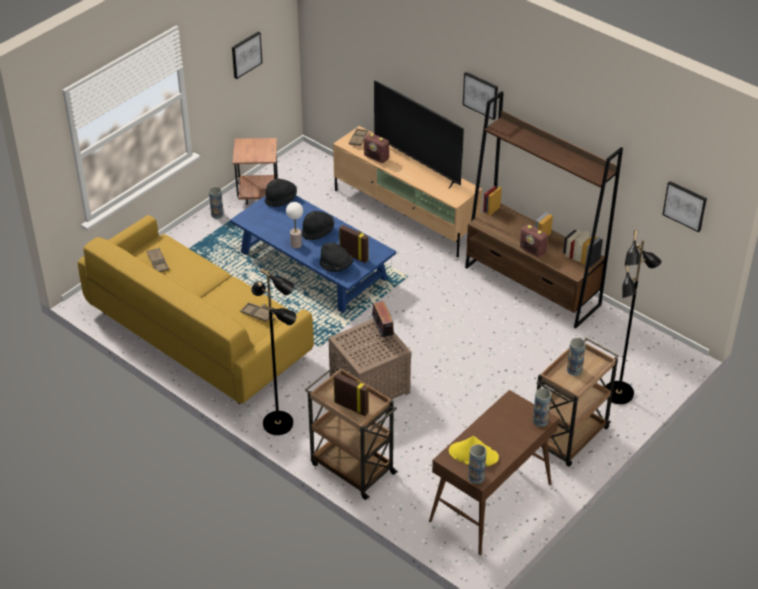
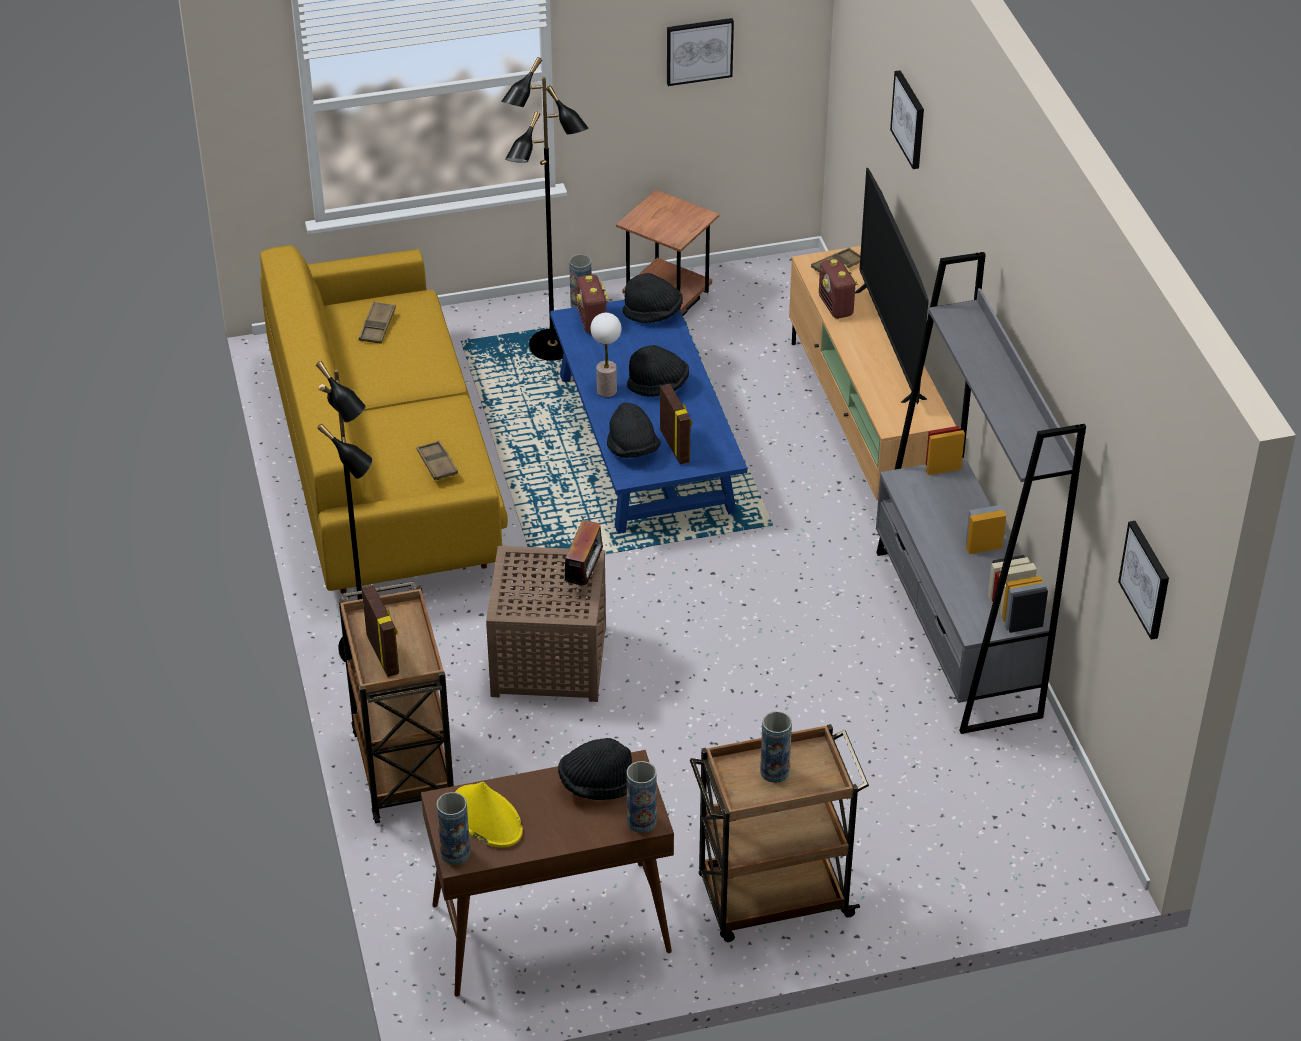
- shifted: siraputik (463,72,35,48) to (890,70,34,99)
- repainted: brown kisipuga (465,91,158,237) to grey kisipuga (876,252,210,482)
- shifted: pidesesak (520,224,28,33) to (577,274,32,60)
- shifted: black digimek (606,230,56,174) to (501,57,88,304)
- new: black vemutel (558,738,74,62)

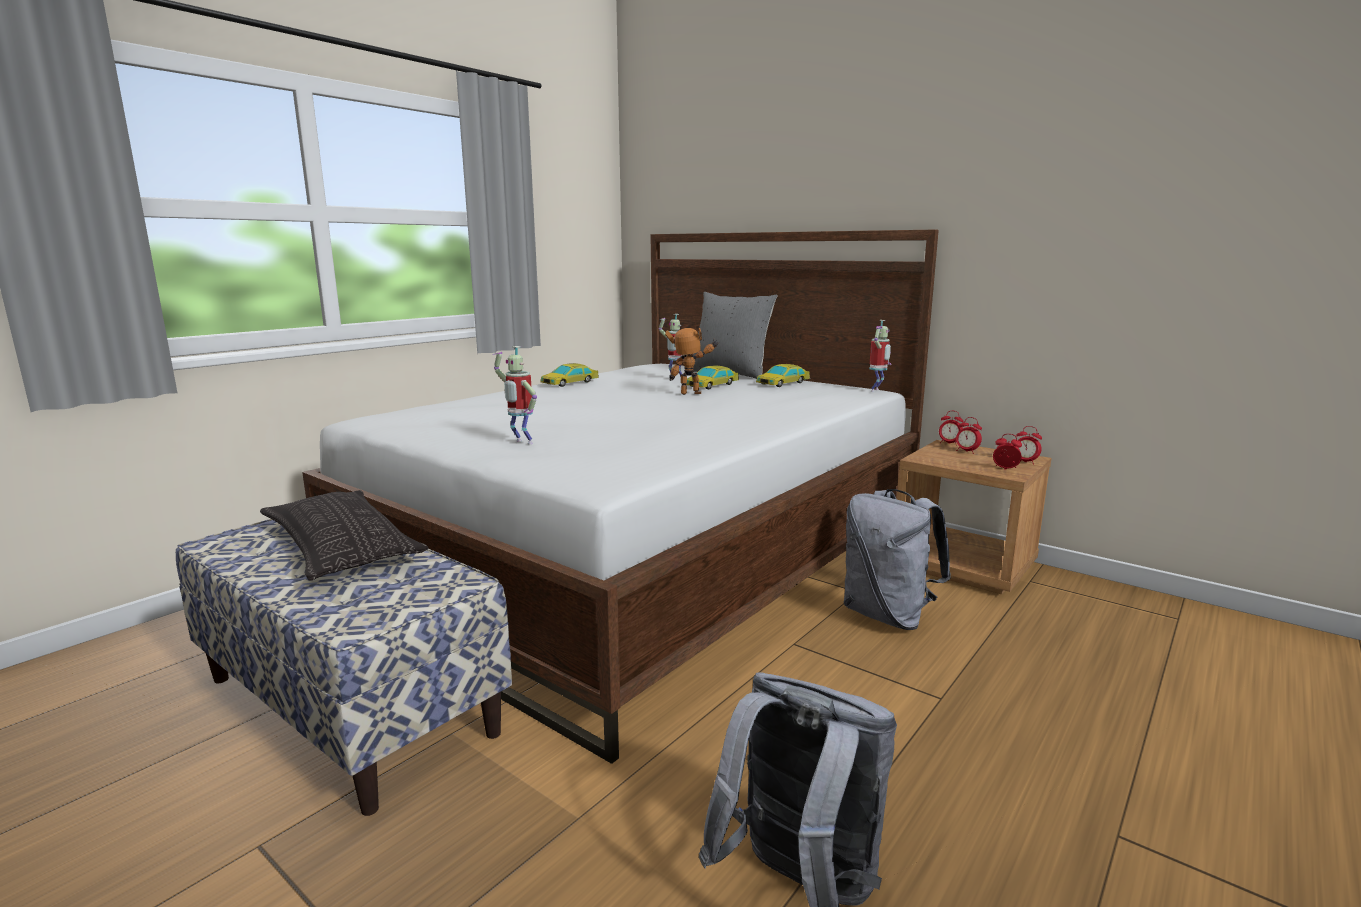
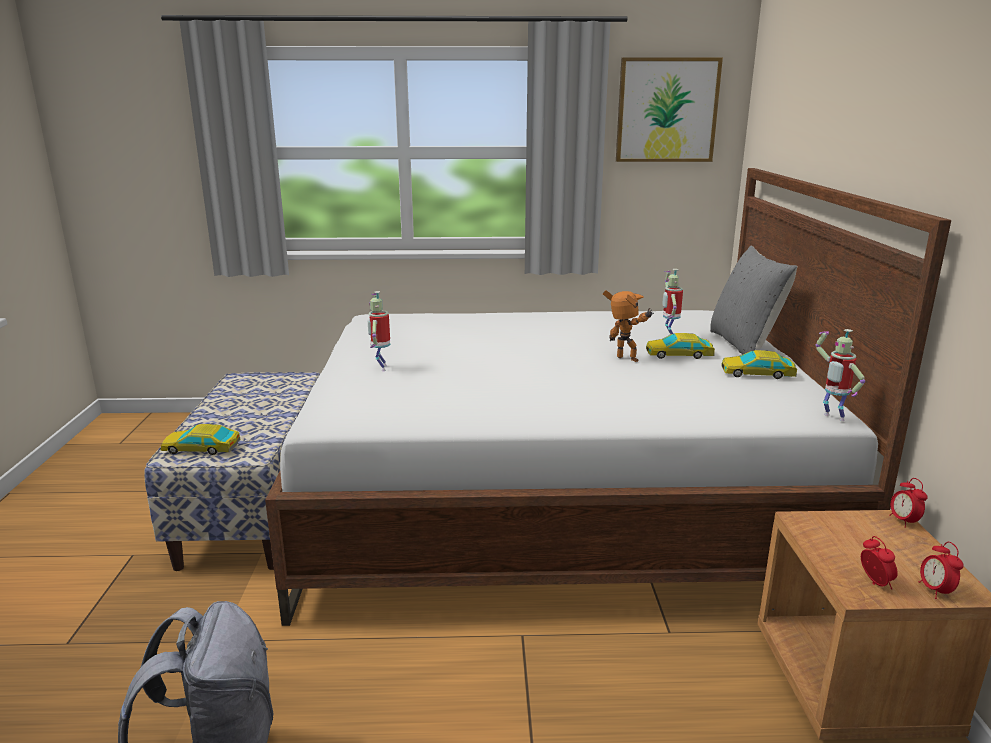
- gone: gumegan (260,490,168,91)
- shifted: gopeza (540,363,59,24) to (161,424,79,31)
- gone: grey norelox (844,489,107,141)
- rotated: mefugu (869,320,23,72) = (815,329,50,92) 60 degrees clockwise
- gone: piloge (956,417,26,37)
- new: siraputik (616,57,107,105)

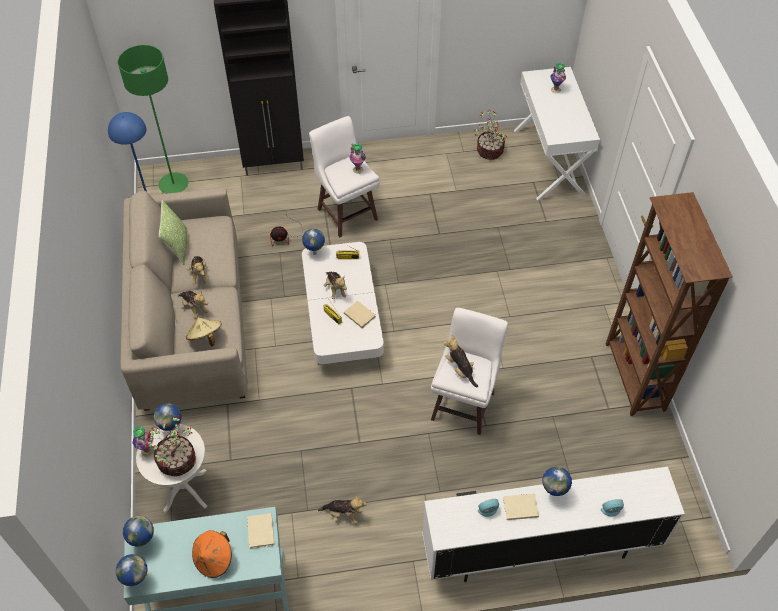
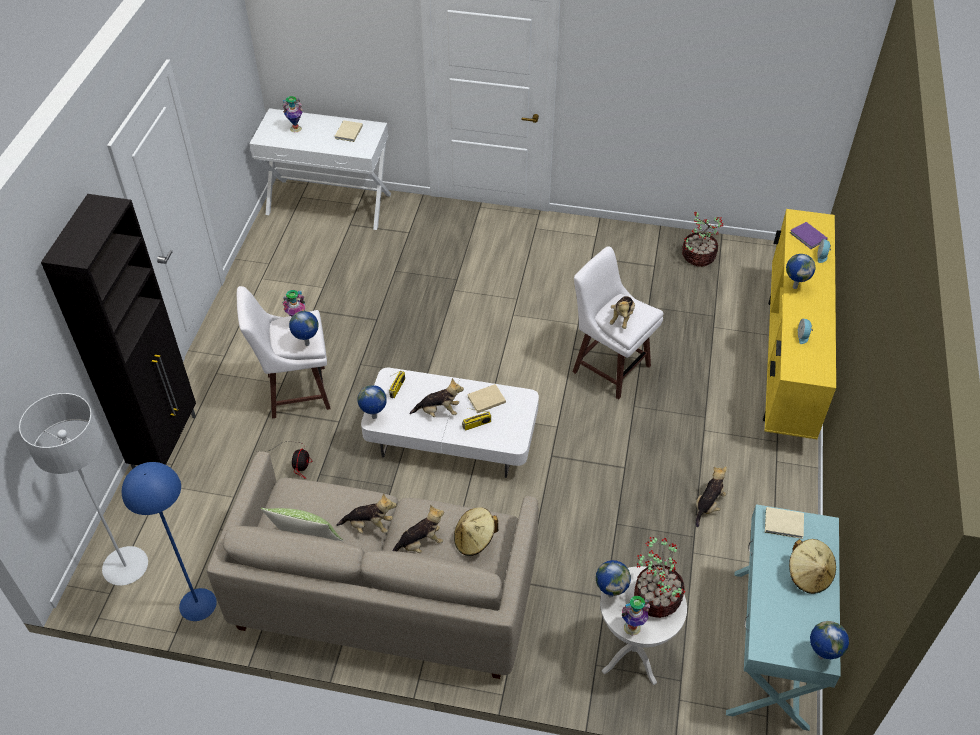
- repainted: green digimek (118,45,70,149) to grey digimek (19,393,129,193)
- shifted: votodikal (123,516,31,31) to (289,311,29,35)
- repainted: orange vemutel (192,530,40,48) to beige vemutel (789,539,47,55)
- repainted: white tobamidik (422,467,263,115) to yellow tobamidik (763,209,73,230)
- rotated: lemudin (444,335,34,52) = (610,296,25,33) 60 degrees counterclockwise
- shifted: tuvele (473,110,34,50) to (682,212,41,55)
- shifted: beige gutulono (503,493,36,27) to (335,120,28,22)
- gone: brown kisipuga (606,192,127,224)
- new: purple gutulono (790,222,38,27)

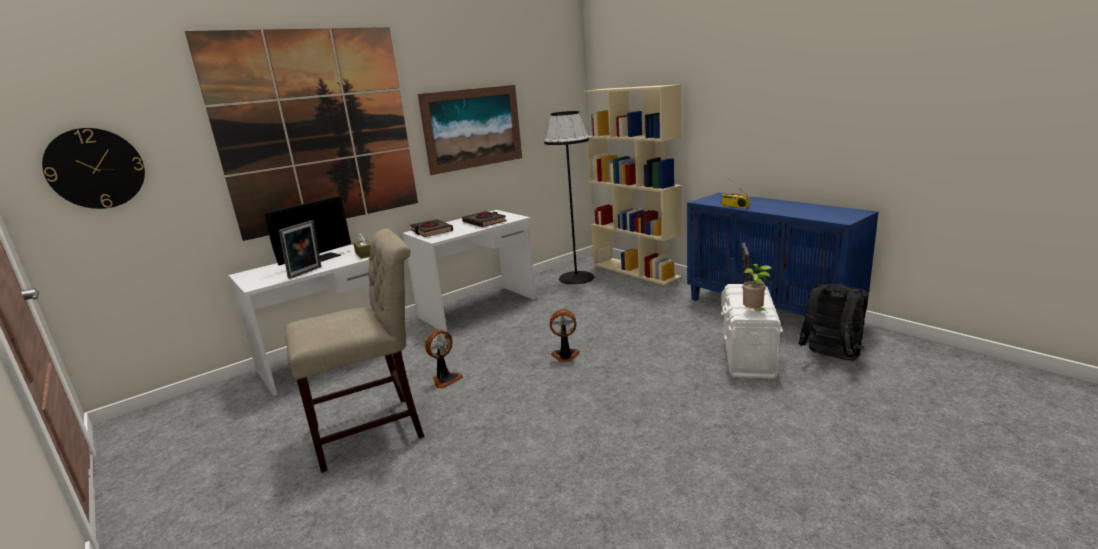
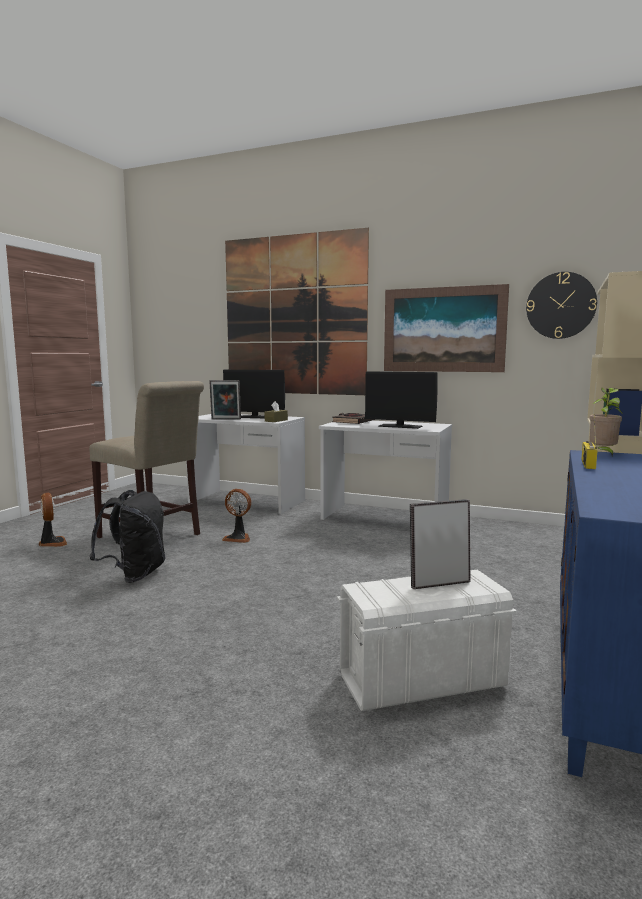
- shifted: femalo (42,128,103,81) to (526,272,71,67)
- swapped: black gutulono (462,211,45,16) to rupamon (365,371,73,58)
- gone: black digimek (544,111,50,174)
- shifted: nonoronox (550,309,29,53) to (39,493,28,54)
- shifted: tuvele (742,264,30,48) to (590,387,33,69)
- shifted: black norelox (799,284,70,77) to (90,490,75,93)

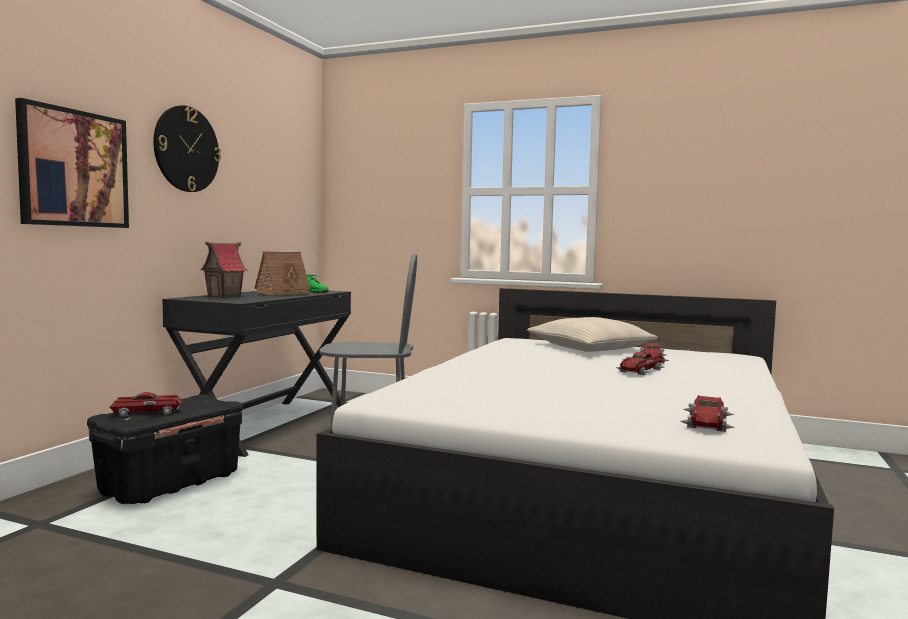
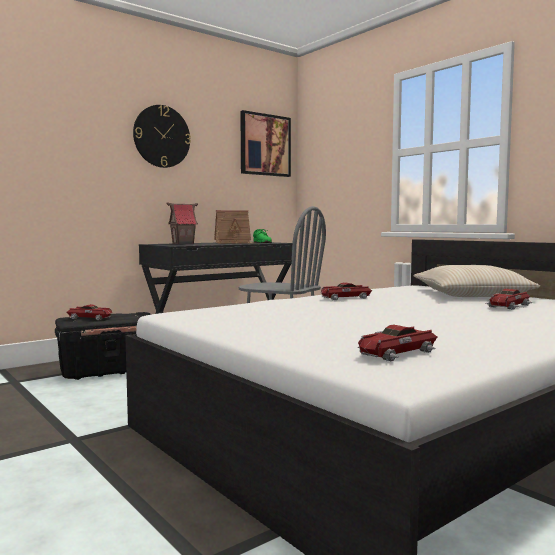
- shifted: siraputik (15,98,114,130) to (240,110,51,67)
- shifted: gopeza (616,352,48,23) to (321,282,51,18)

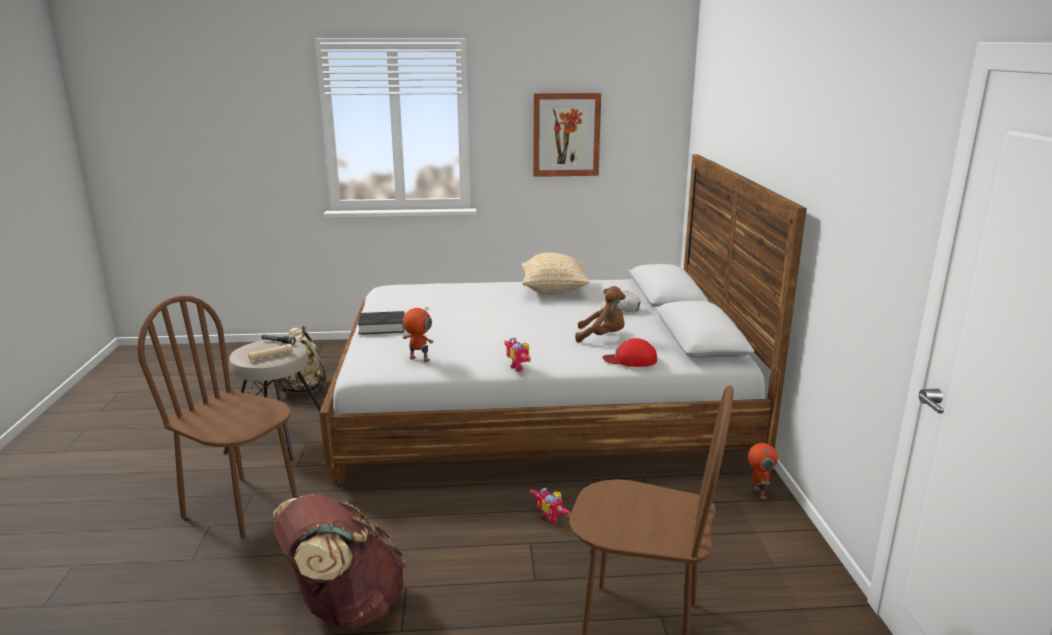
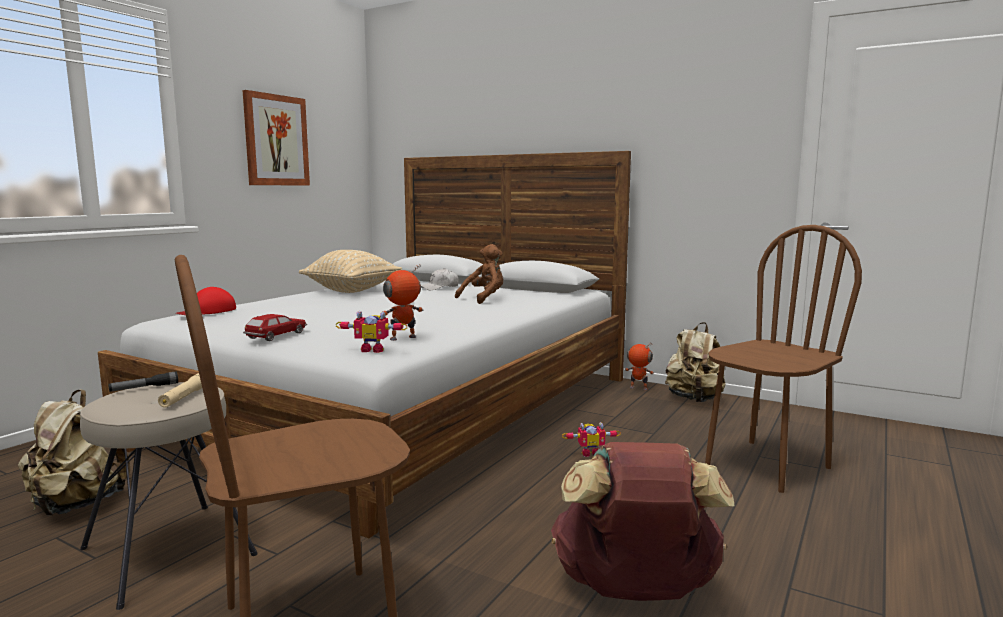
- swapped: black gutulono (358,311,47,24) to gopeza (243,314,64,27)
- shifted: mefugu (504,337,27,35) to (336,311,72,42)
- shifted: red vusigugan (602,338,55,29) to (176,287,60,28)
- new: beige norelox (665,322,61,80)

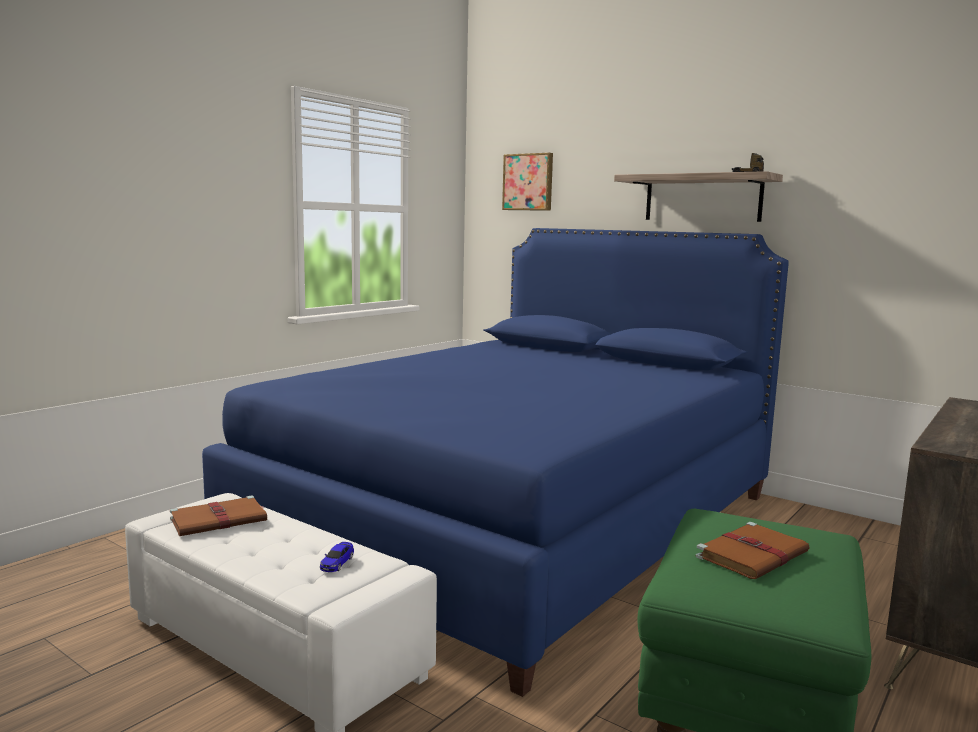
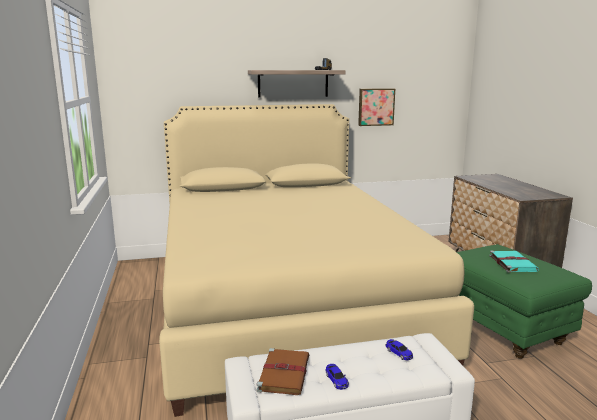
- repainted: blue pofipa (202,228,587,469) to beige pofipa (159,104,315,313)
- shifted: siraputik (502,153,51,58) to (358,88,37,38)
- repainted: brown gutulono (696,522,114,57) to turquoise gutulono (489,251,50,22)
- new: gopeza (326,364,23,26)

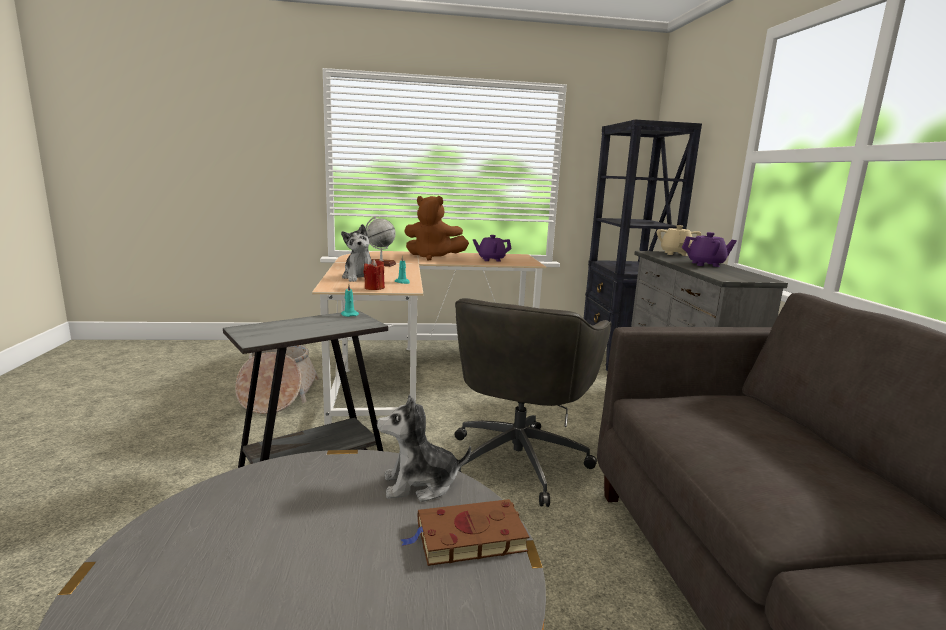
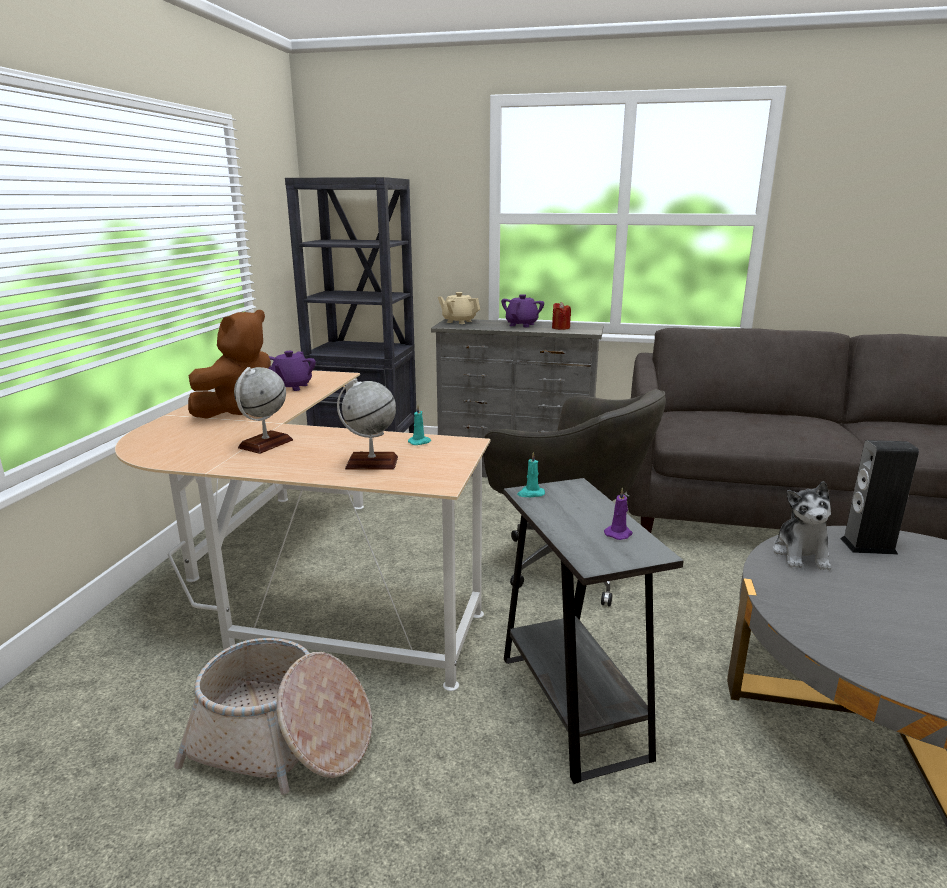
- swapped: lemudin (341,224,31,58) to votodikal (337,379,61,91)
- shifted: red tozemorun (363,259,22,31) to (552,302,19,28)
- swapped: brown gutulono (401,499,128,67) to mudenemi (840,440,79,115)
- new: purple tozemorun (604,487,28,53)

